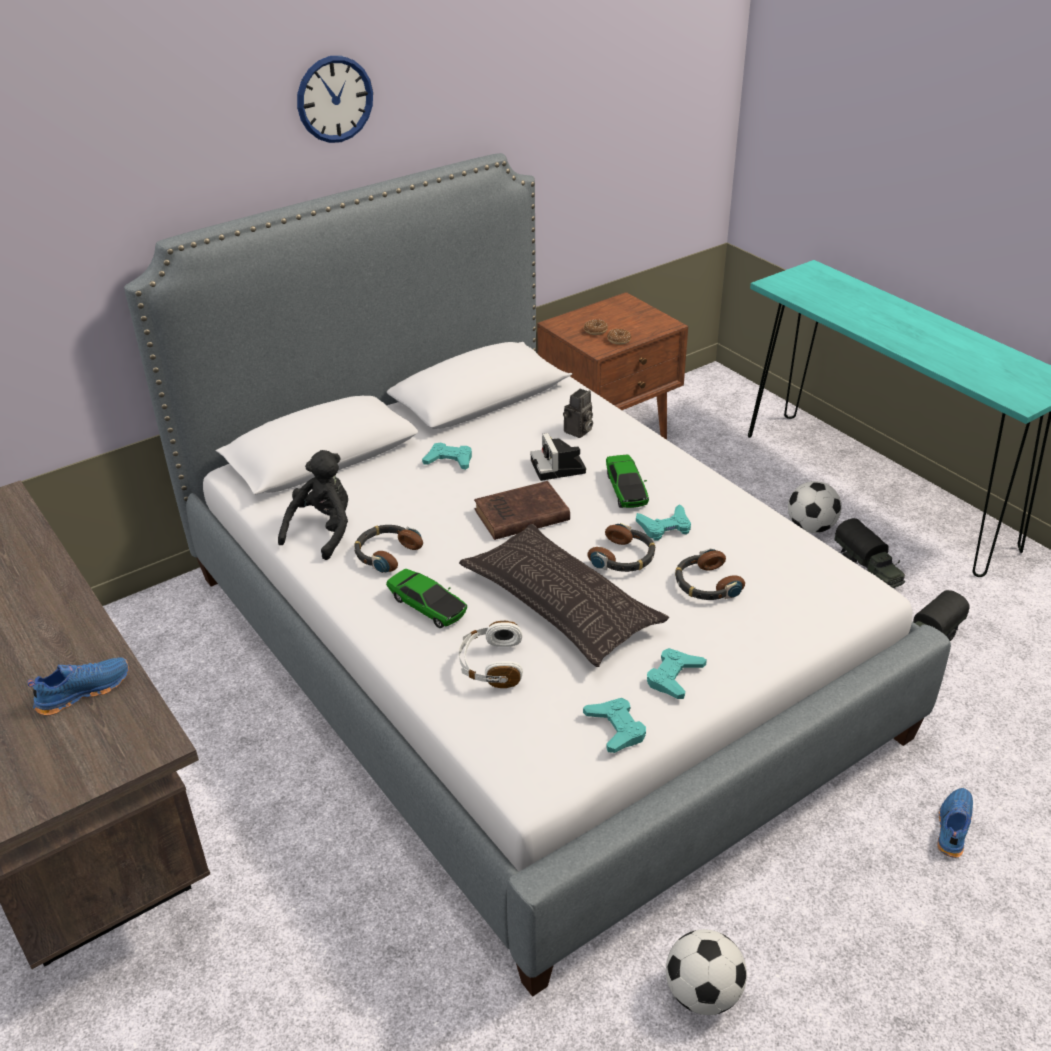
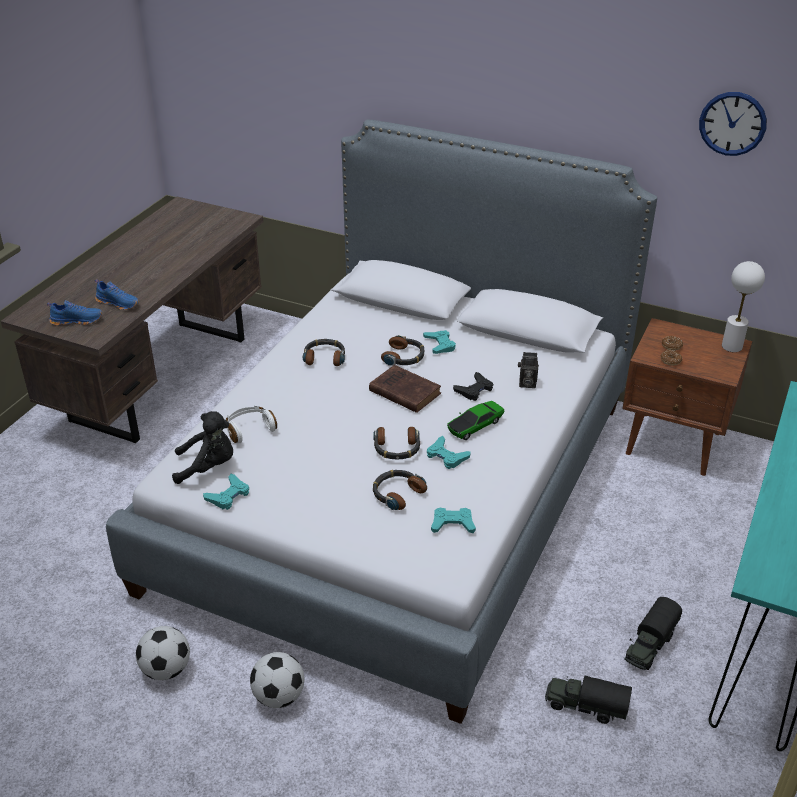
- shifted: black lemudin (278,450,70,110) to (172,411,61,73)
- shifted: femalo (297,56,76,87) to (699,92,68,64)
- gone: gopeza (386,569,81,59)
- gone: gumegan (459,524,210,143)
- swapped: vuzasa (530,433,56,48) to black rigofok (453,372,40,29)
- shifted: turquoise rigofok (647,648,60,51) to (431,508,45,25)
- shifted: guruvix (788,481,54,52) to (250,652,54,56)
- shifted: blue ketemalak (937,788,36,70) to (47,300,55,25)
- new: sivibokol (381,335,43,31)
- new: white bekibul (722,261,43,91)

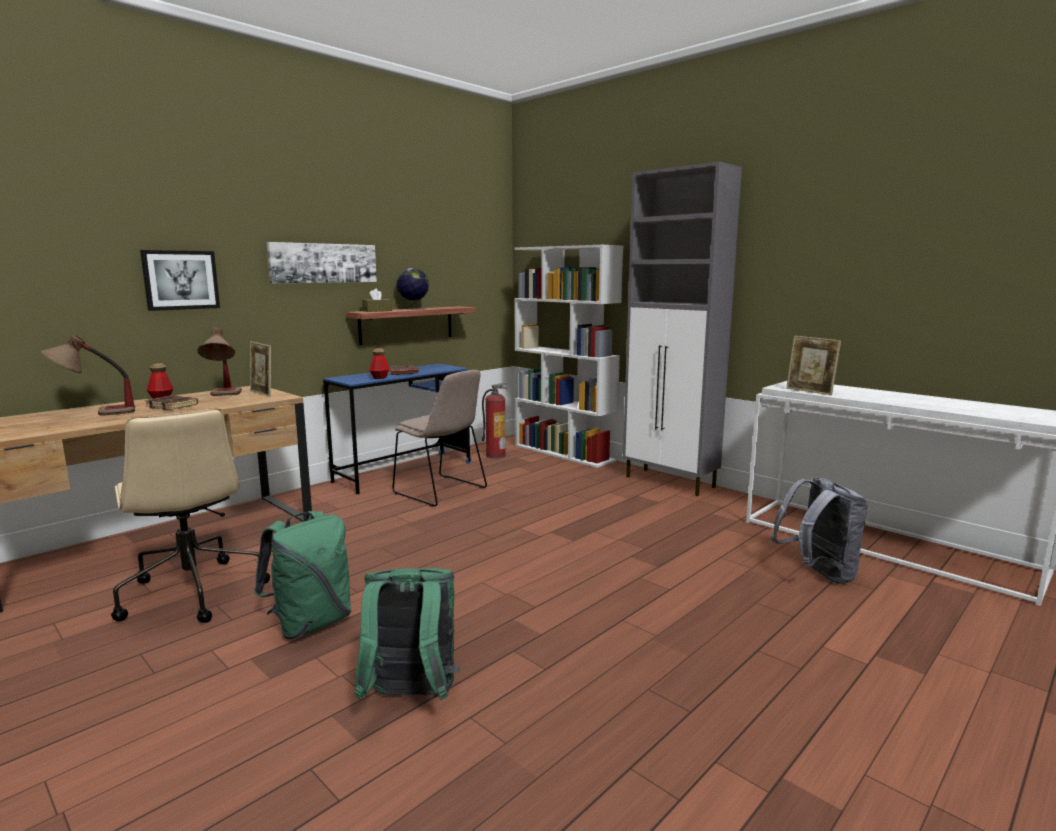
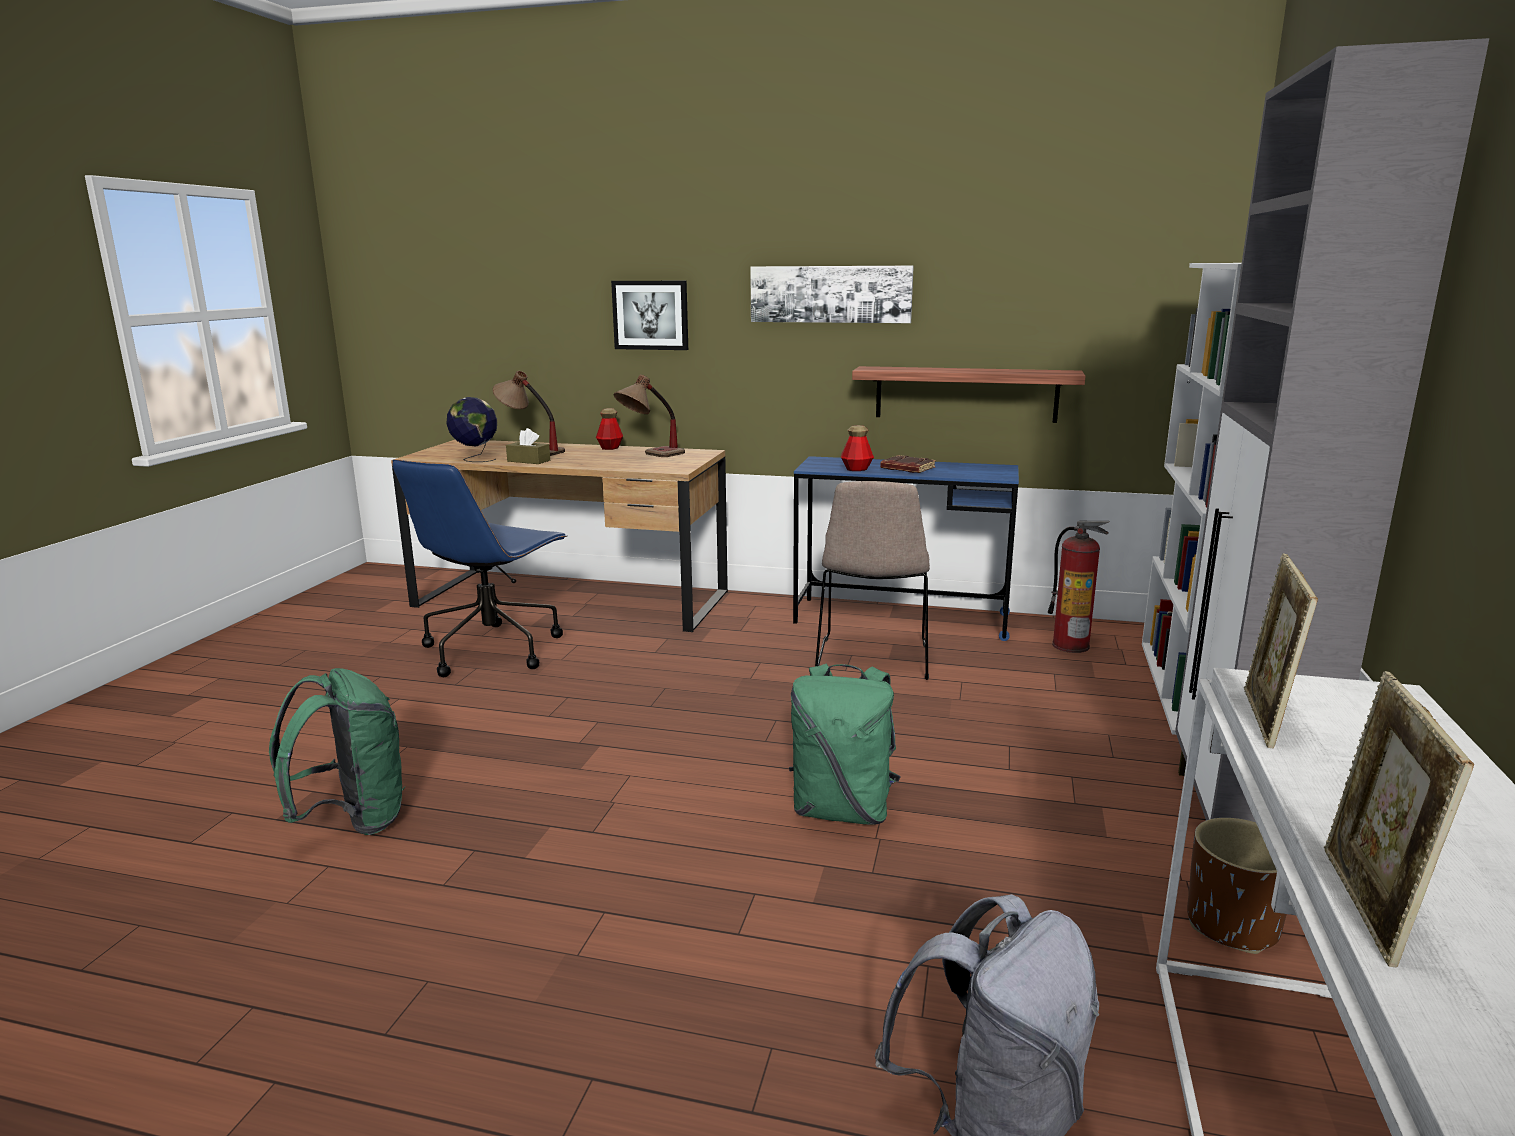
- repainted: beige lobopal (111,408,159,215) to blue lobopal (392,459,175,218)
- gone: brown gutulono (145,395,53,15)
- shifted: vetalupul (250,341,21,56) to (1324,671,150,296)
- shifted: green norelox (254,511,97,128) to (789,664,112,160)
- shifted: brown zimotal (362,289,30,23) to (506,428,44,36)
- shifted: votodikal (397,268,32,42) to (446,397,52,65)
- new: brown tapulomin (1187,818,100,136)

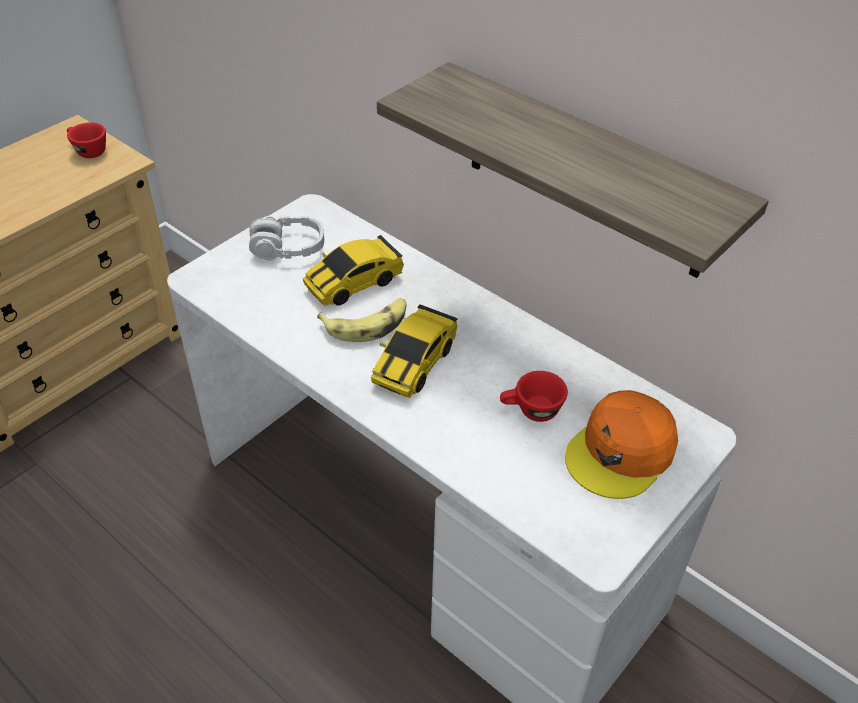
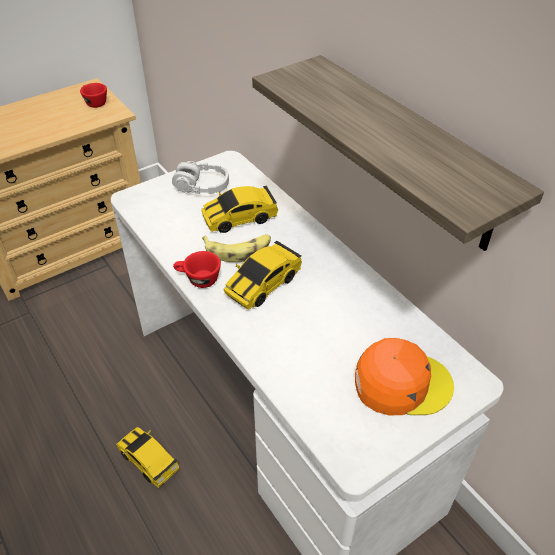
- shifted: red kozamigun (500,371,68,51) to (173,251,48,37)
- rotated: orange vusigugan (565,390,113,109) = (355,338,99,78) 150 degrees counterclockwise
- new: gopeza (116,427,63,61)

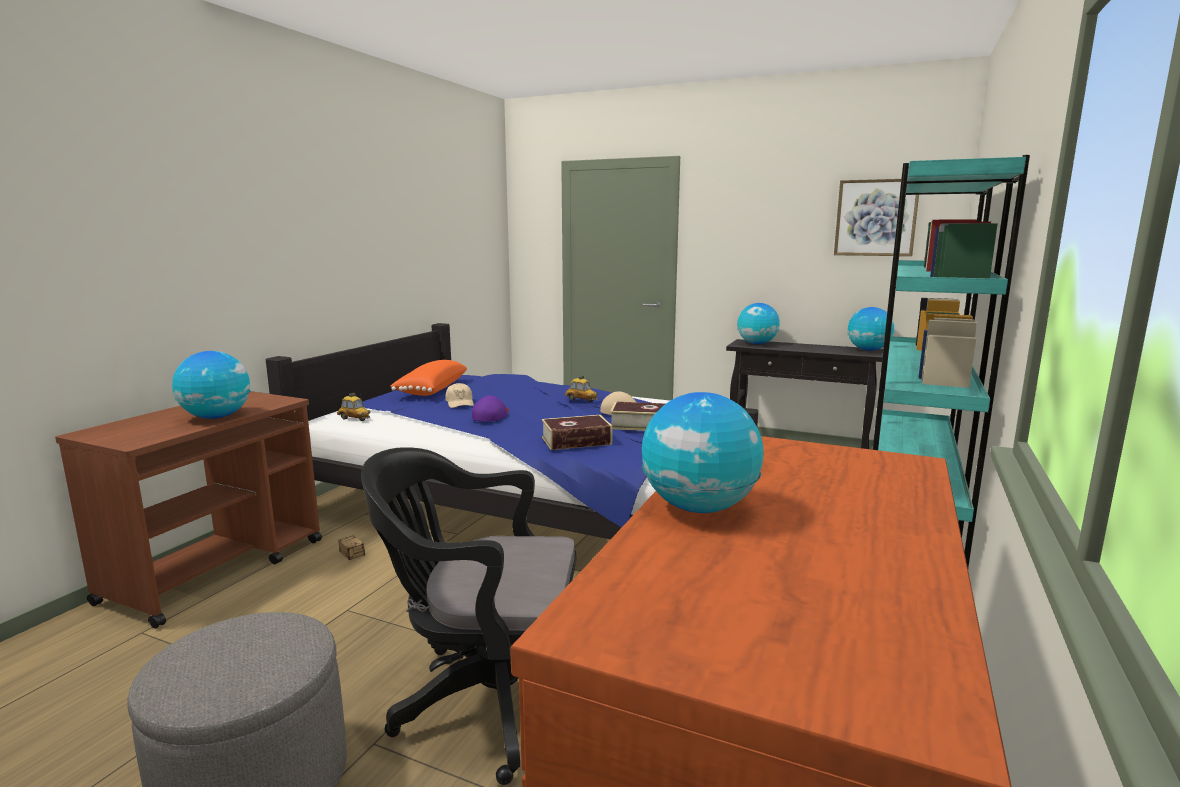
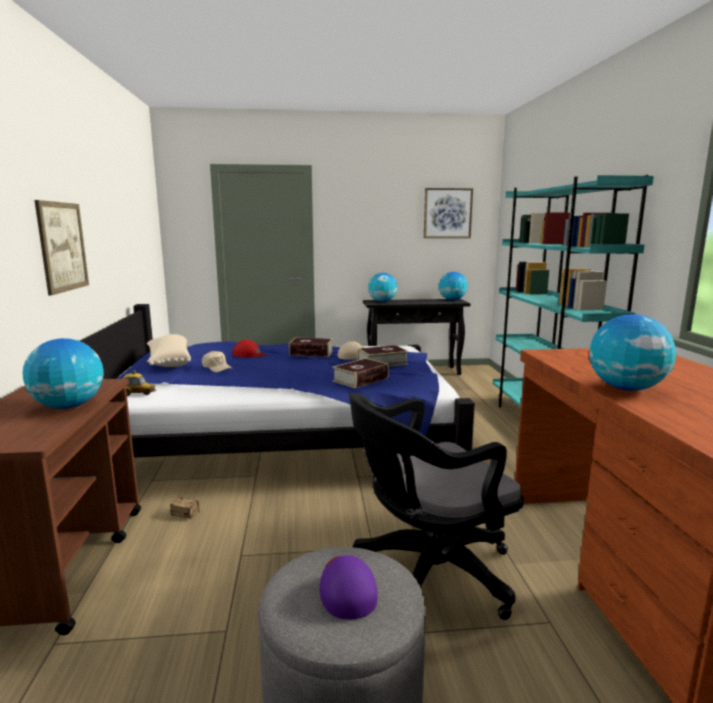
- repainted: orange gumegan (390,360,77,36) to beige gumegan (147,334,44,33)
- shifted: purple vusigugan (472,396,37,26) to (319,555,59,65)
- swapped: gopeza (565,375,33,27) to gutulono (289,337,44,20)
- new: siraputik (35,200,54,95)
- new: red vusigugan (233,340,34,18)

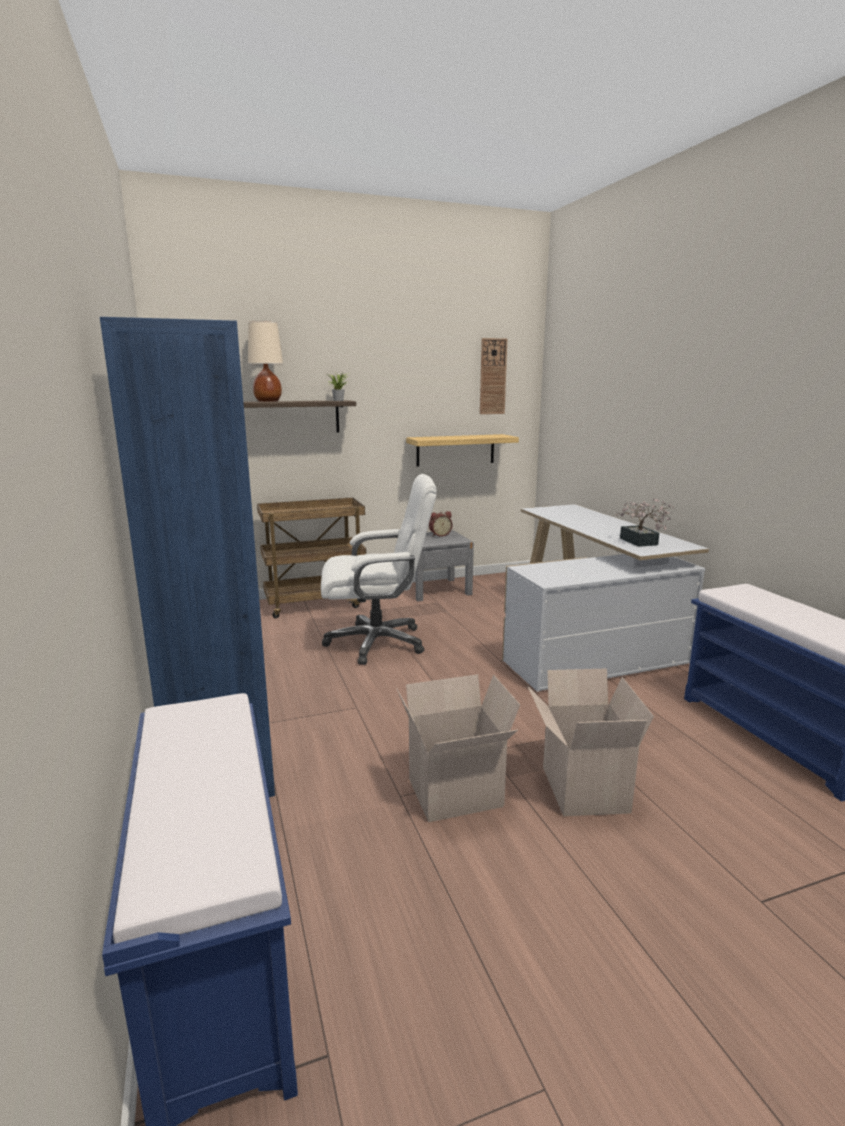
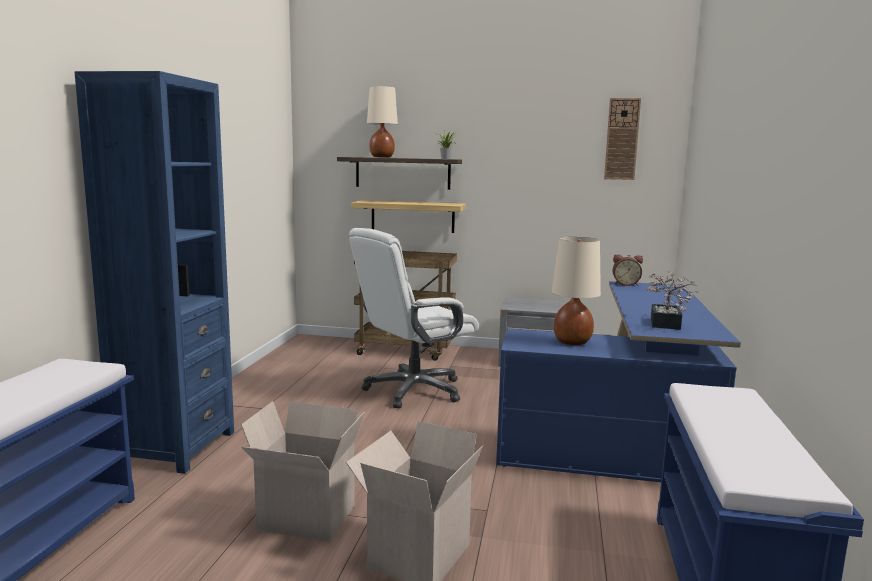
- rotated: white lobopal (321,474,116,191) = (349,228,130,181) 120 degrees clockwise
- shifted: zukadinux (406,434,113,33) to (351,200,115,33)
- shifted: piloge (429,511,23,26) to (613,254,30,32)
- repainted: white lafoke (502,504,207,188) to blue lafoke (496,281,245,201)
- new: beige bekibul (552,237,49,108)

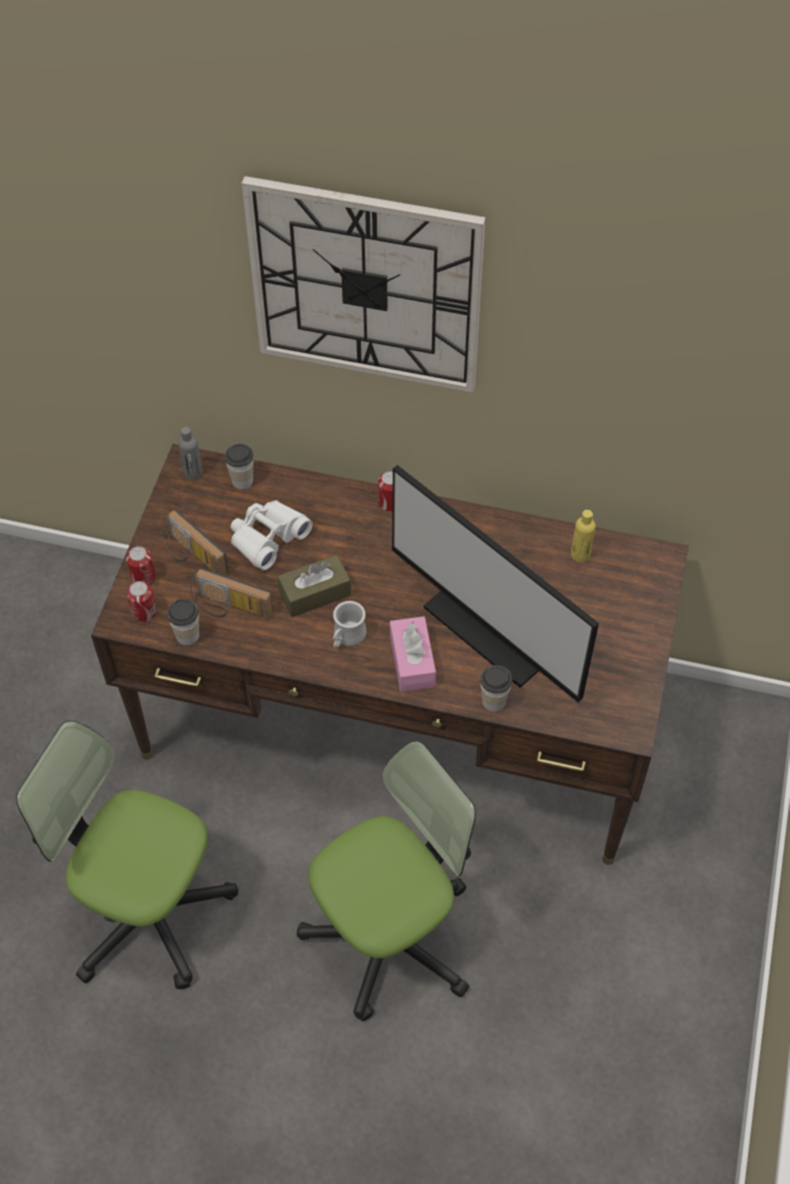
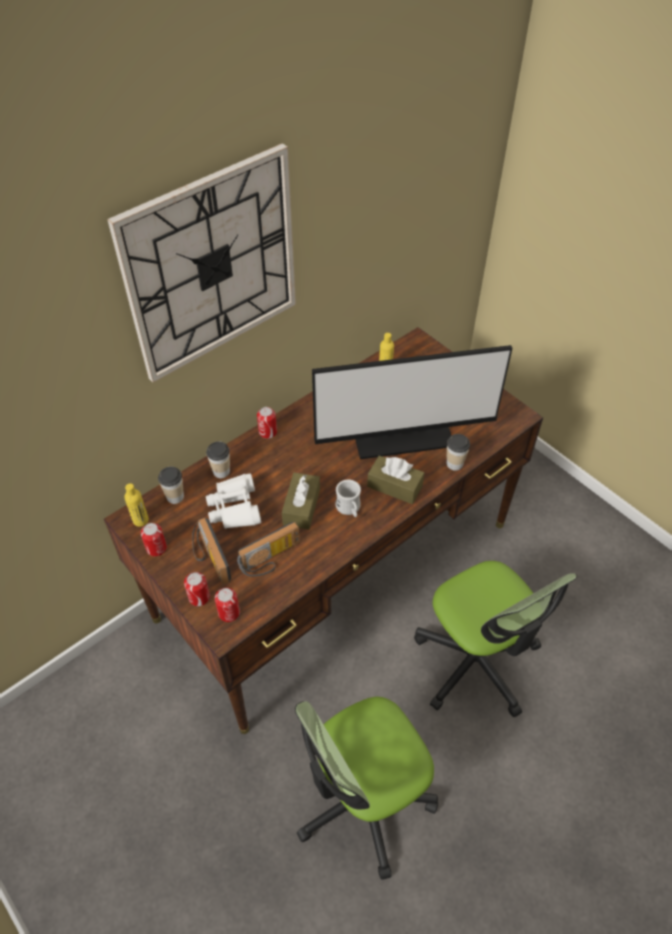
- rotated: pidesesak (162,510,66,66) = (192,518,39,67) 75 degrees clockwise
- shifted: kozamigun (167,599,32,47) to (206,442,24,36)
- repainted: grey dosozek (178,427,25,53) to yellow dosozek (124,483,25,44)
- rotated: lobopal (297,741,179,280) = (414,561,163,156) 150 degrees clockwise
- repainted: pink zimotal (390,616,46,76) to brown zimotal (367,456,58,48)
- new: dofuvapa (141,523,26,33)

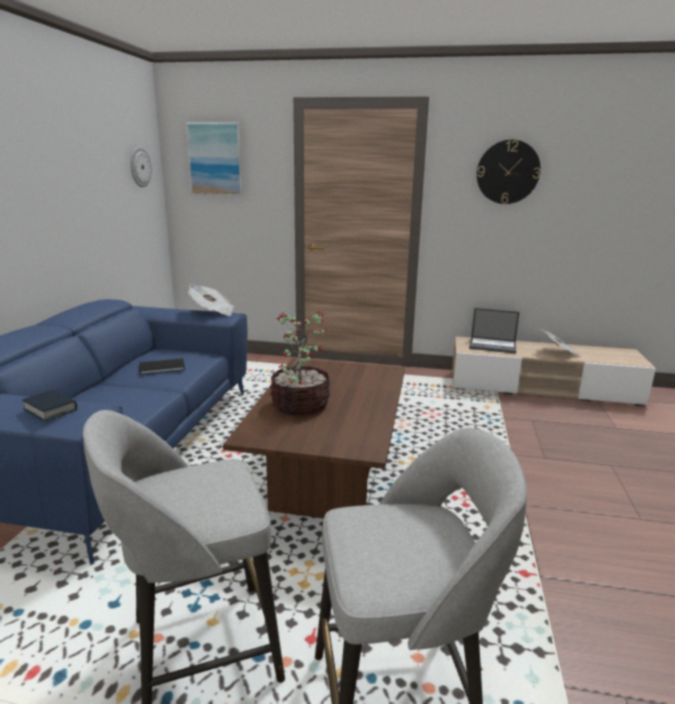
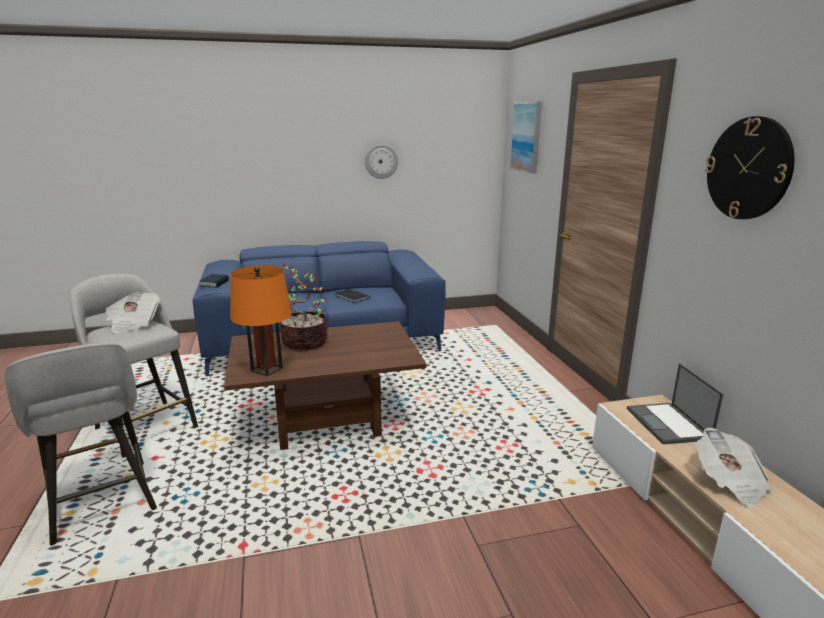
- shifted: femalo (130,146,22,41) to (365,144,33,35)
- shifted: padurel (188,284,47,32) to (105,292,55,41)
- new: orange bekibul (230,266,62,110)

